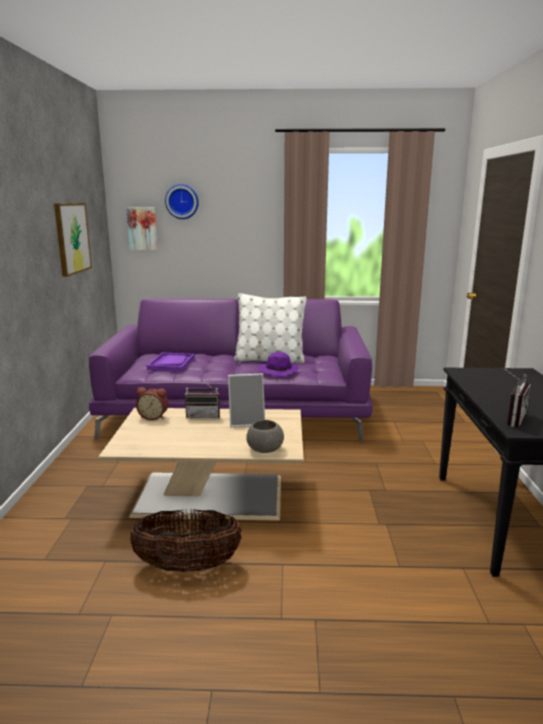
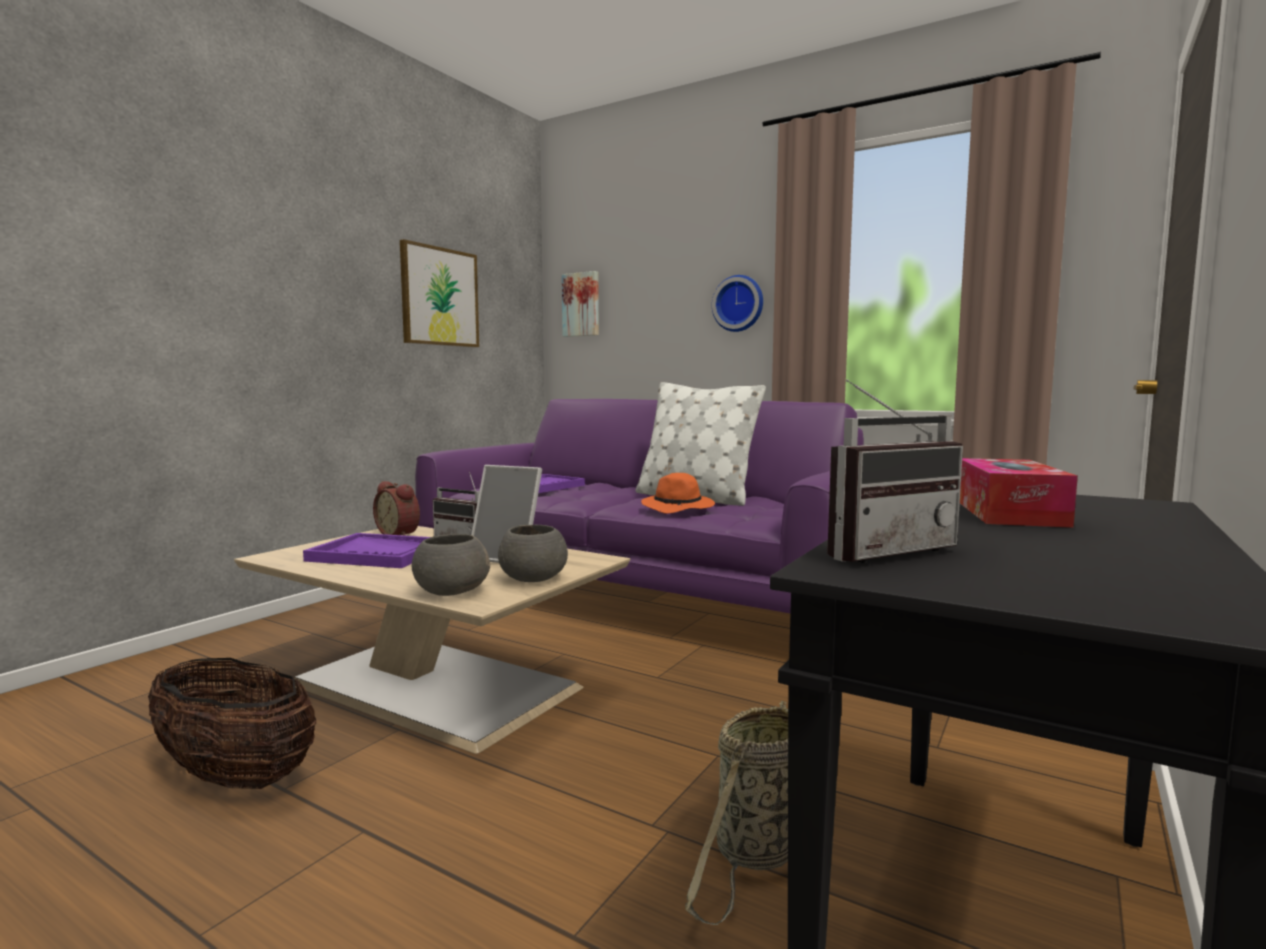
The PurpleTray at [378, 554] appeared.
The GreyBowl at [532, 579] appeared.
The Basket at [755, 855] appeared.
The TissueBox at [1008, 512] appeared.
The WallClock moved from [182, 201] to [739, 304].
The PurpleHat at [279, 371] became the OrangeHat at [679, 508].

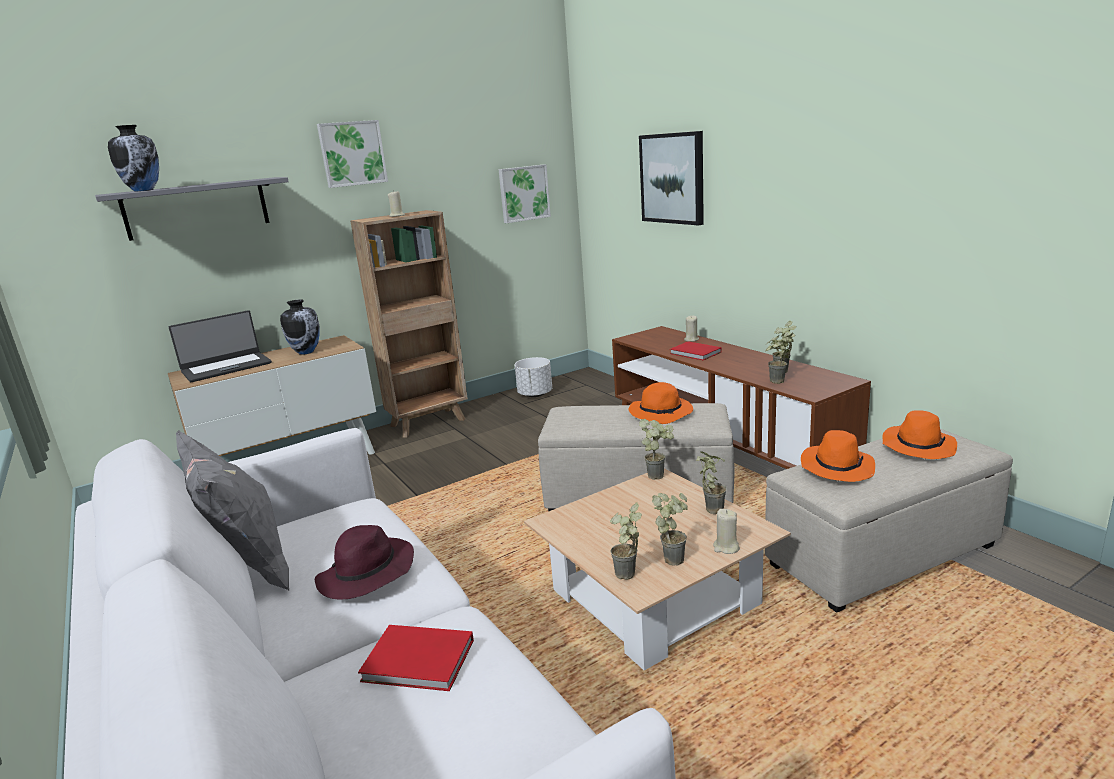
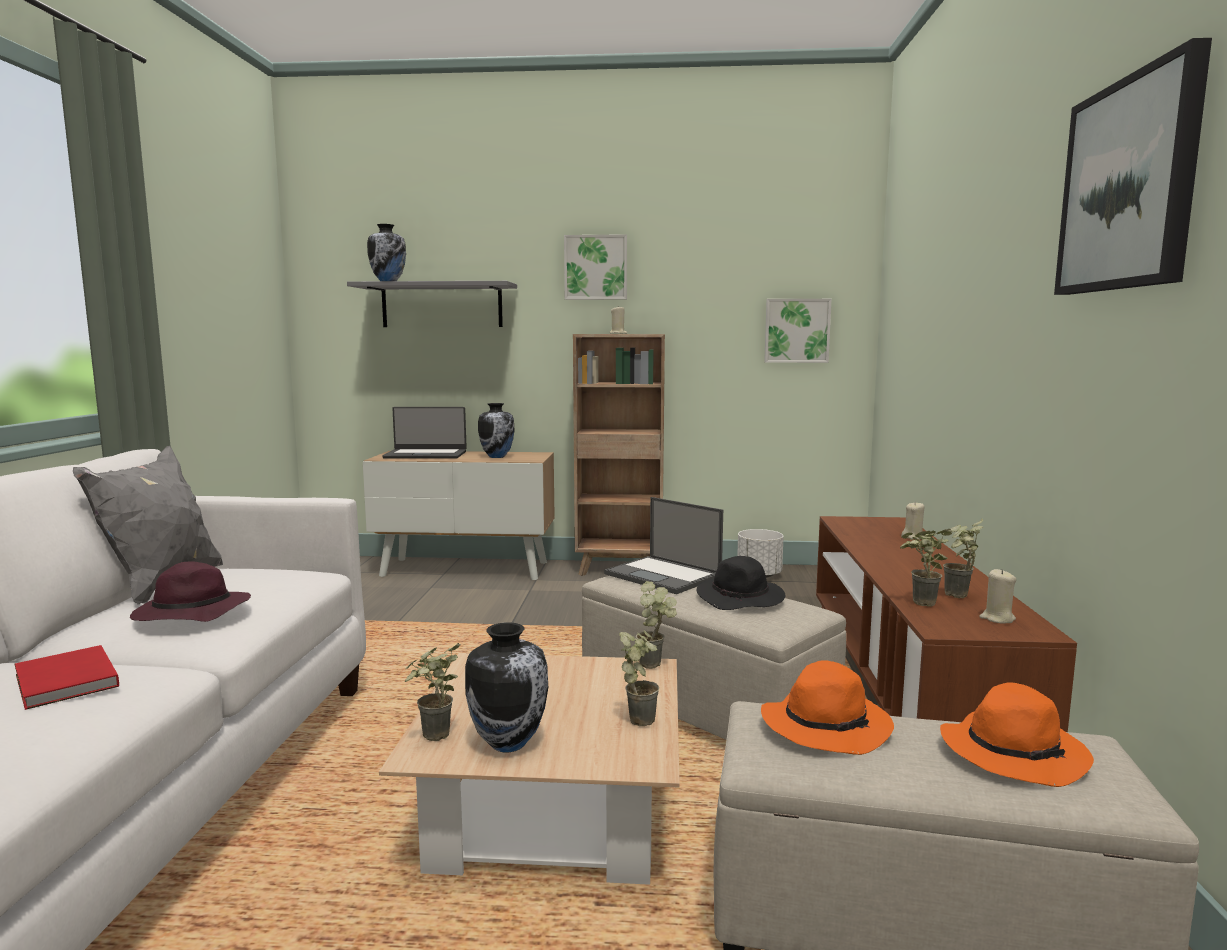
The RedBook at [696, 353] disappeared.
The Laptop at [664, 576] appeared.
The Picture moved from [672, 178] to [1129, 185].
The BeigeCandle moved from [726, 547] to [997, 618].
The PottedPlant at [674, 557] was replaced by the Vase at [509, 743].
The OrangeHat at [662, 413] became the BlackHat at [741, 599].

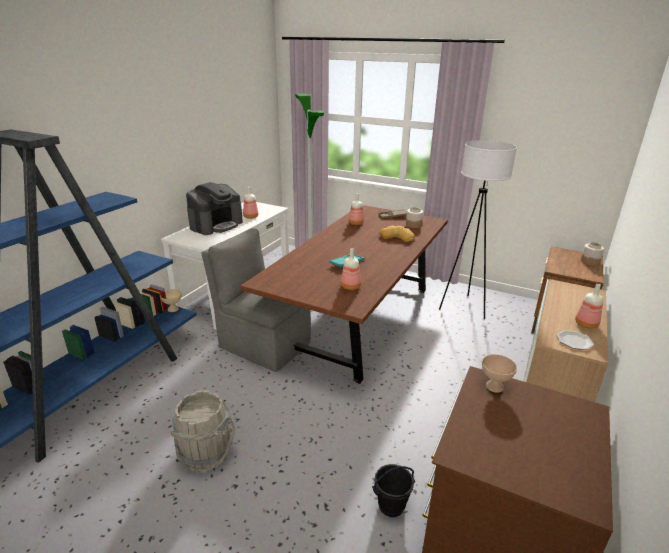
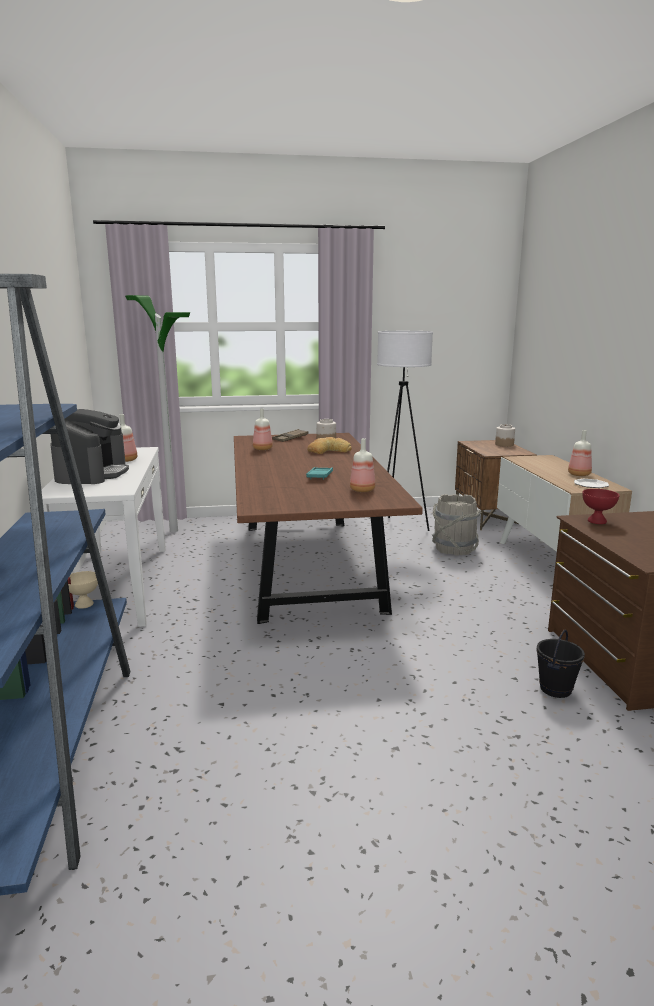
The GreyChair at [263, 344] disappeared.
The GreyBucket moved from [206, 454] to [454, 549].
The BeigeBowl at [494, 387] became the RedBowl at [597, 521].

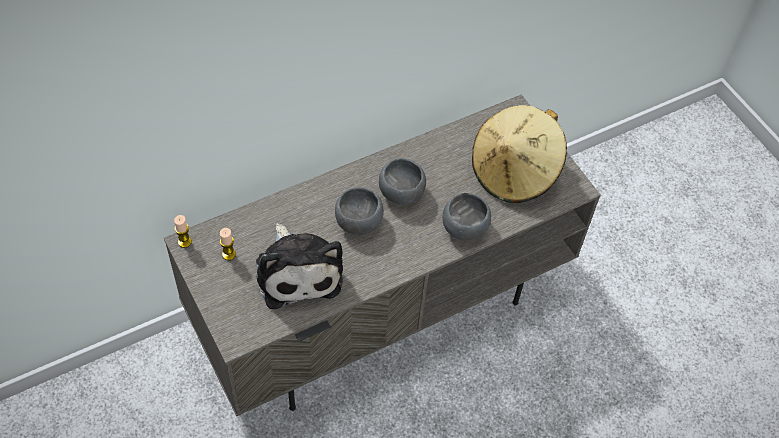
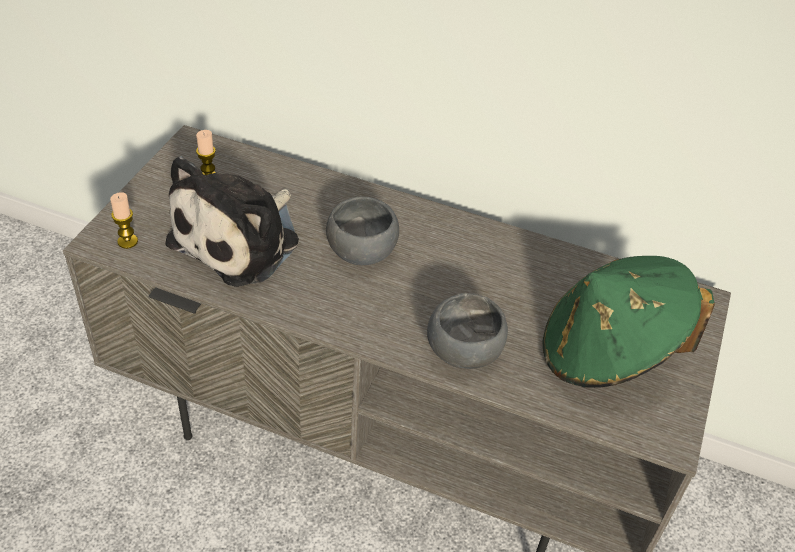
The GreyBowl at [400, 193] disappeared.
The Candle moved from [184, 242] to [127, 241].
The BeigeHat at [514, 172] became the GreenHat at [608, 353].

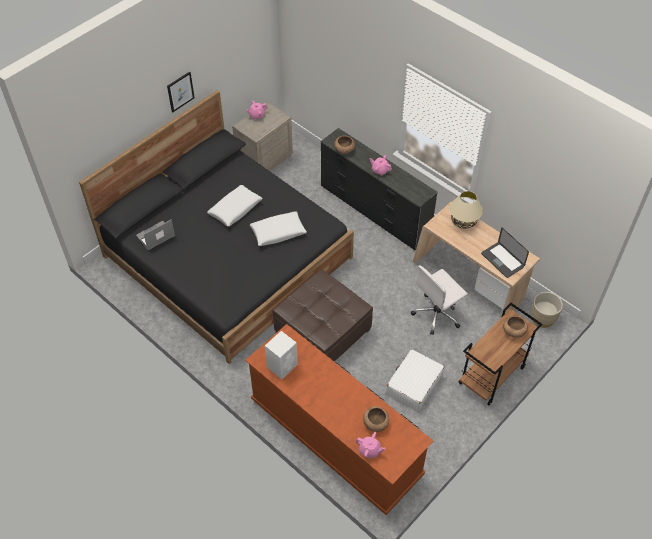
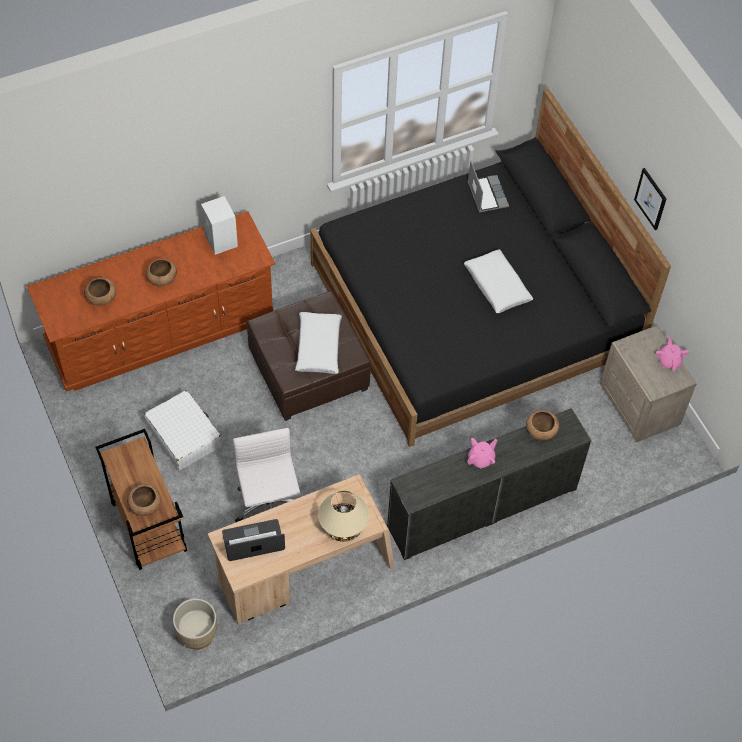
The PinkTeapot at [369, 450] disappeared.
The BrownBowl at [161, 278] appeared.
The WhitePillow moved from [278, 232] to [318, 347].

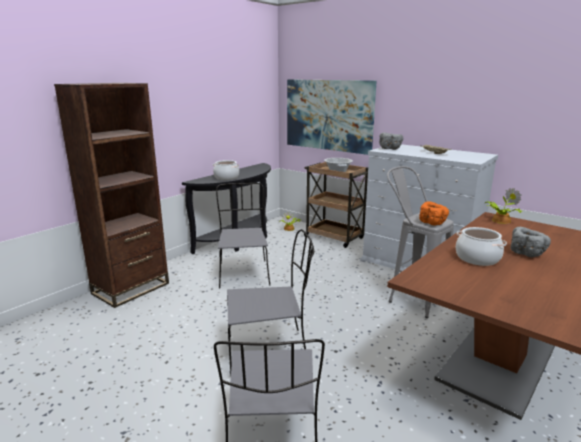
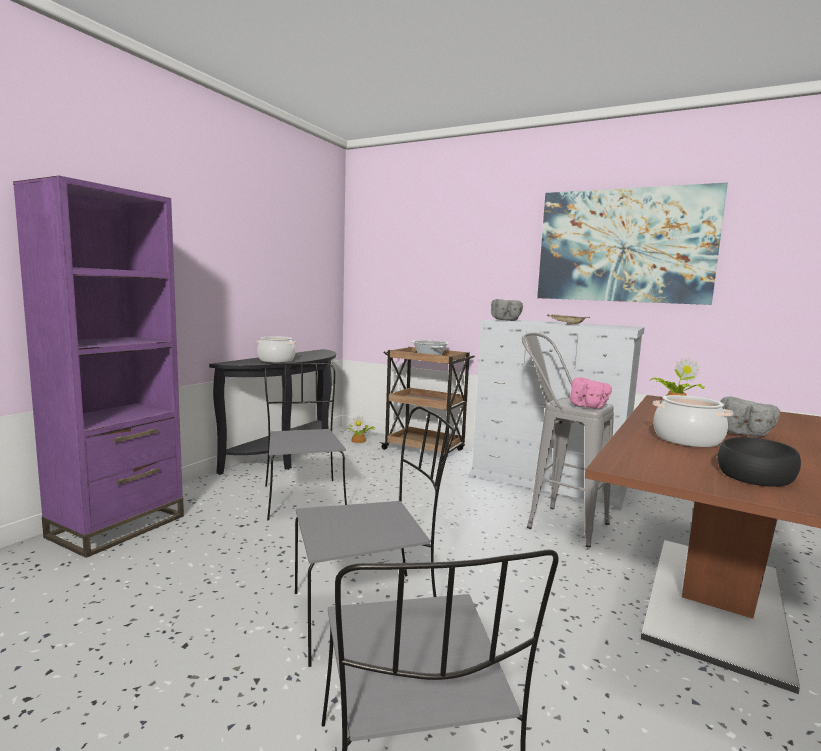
The BlackBowl at [754, 473] appeared.
The Picture moved from [328, 115] to [624, 246].
The BrownBookcase at [131, 288] became the PurpleBookcase at [117, 526].
The OrangeBowl at [432, 223] became the PinkBowl at [588, 406].

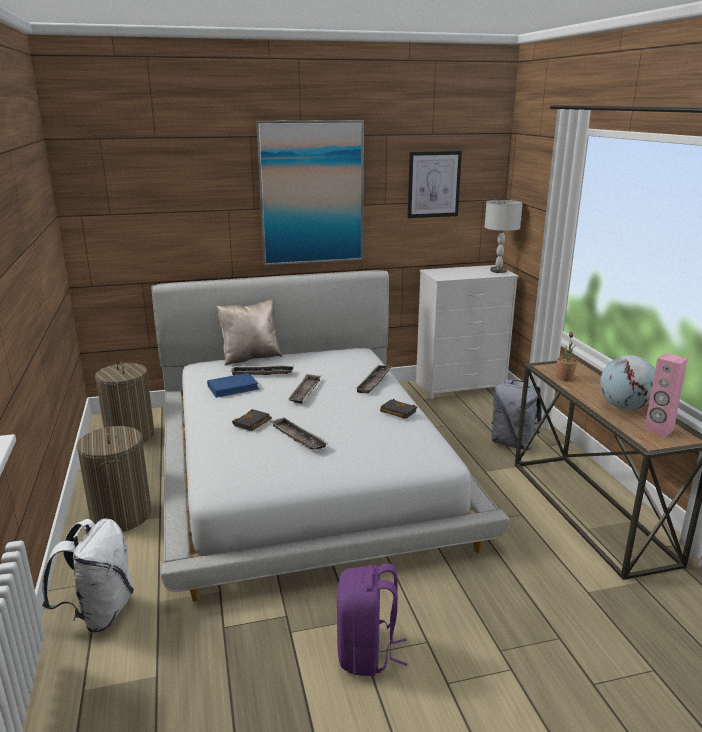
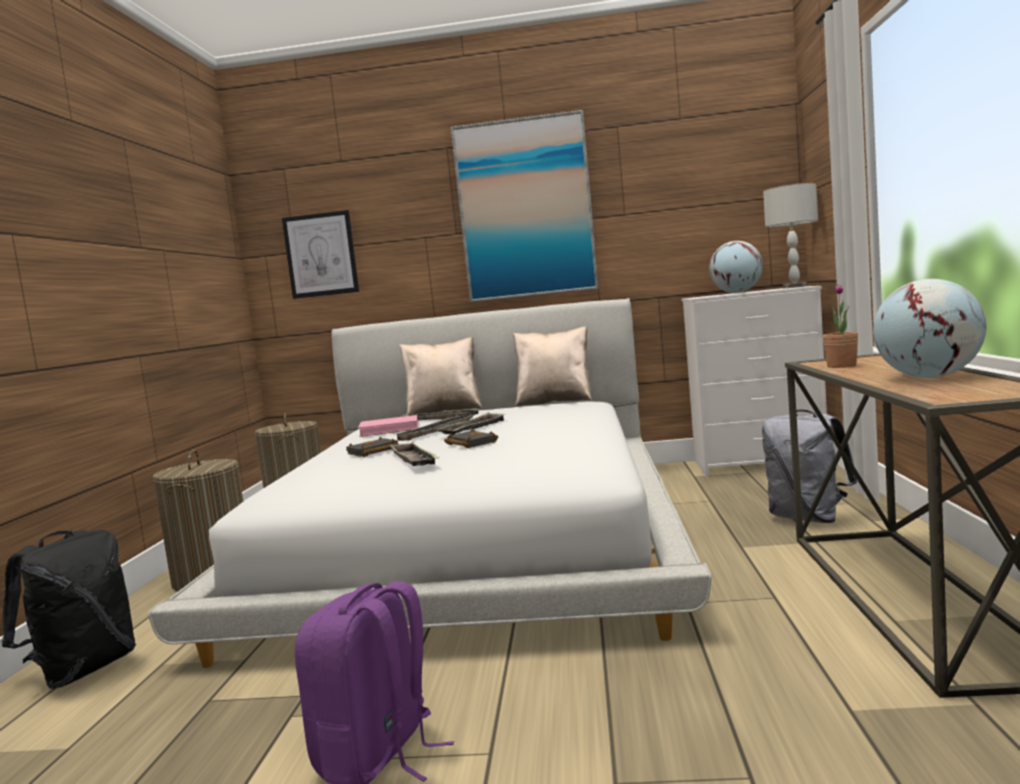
The PinkSpeaker at [658, 430] disappeared.
The BeigePillow at [555, 402] appeared.
The Globe at [737, 293] appeared.
The Tray moved from [374, 382] to [436, 432].
The BlackBook moved from [397, 412] to [469, 444].
The Picture moved from [433, 184] to [321, 254].
The WhiteBackpack at [99, 613] became the BlackBackpack at [84, 670].
The BlueBook at [233, 388] became the PinkBook at [390, 430].

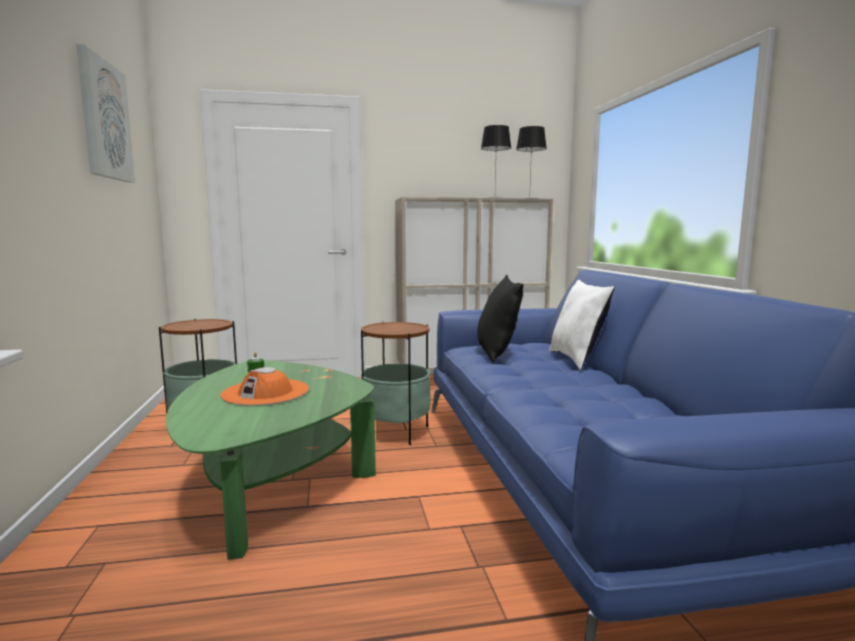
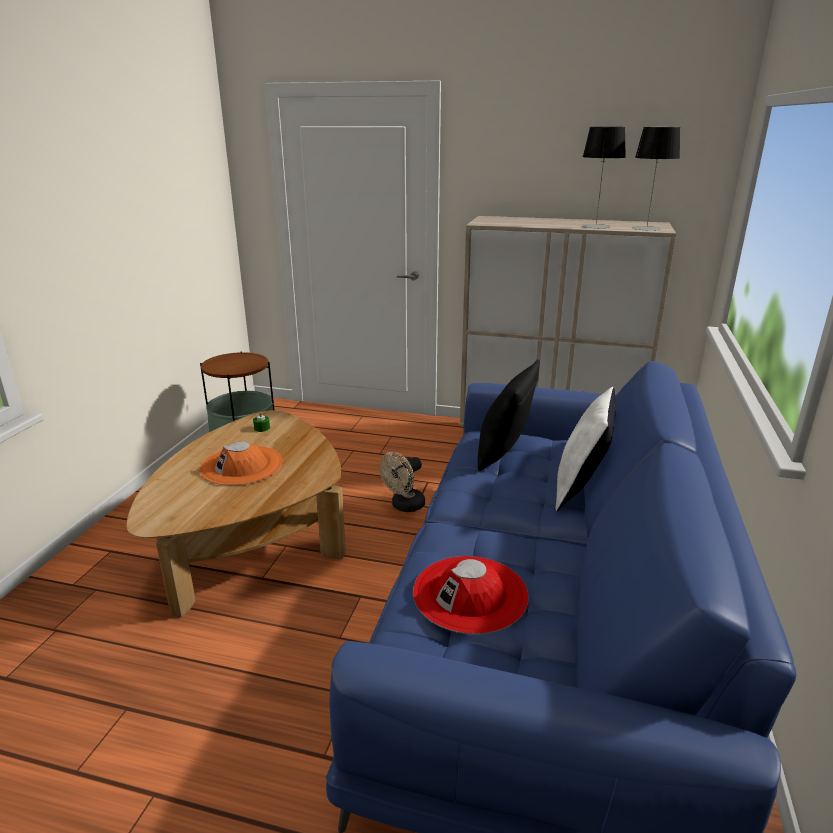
The Picture at [105, 120] disappeared.
The RedHat at [470, 593] appeared.
The SideTable at [396, 432] was replaced by the BeigeFan at [404, 506].
The GreenCoffeeTable at [272, 482] became the BrownCoffeeTable at [254, 541].

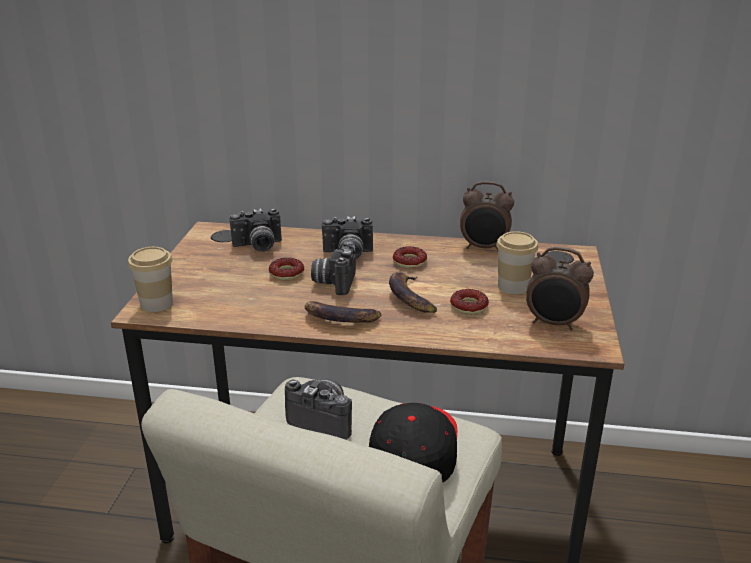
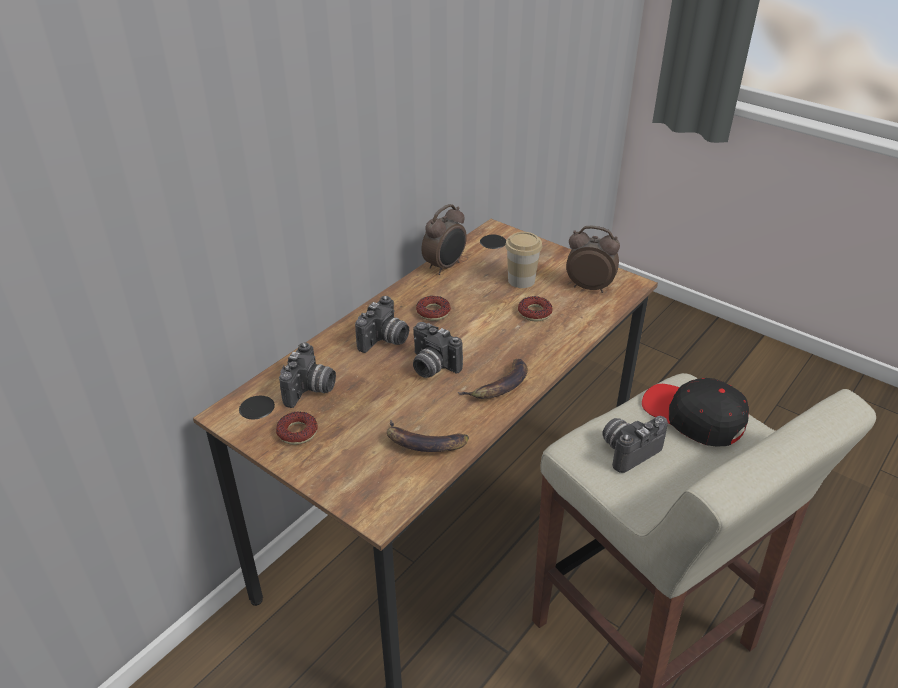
The Cup at [156, 304] disappeared.
The Donut moved from [286, 273] to [297, 432].
The Banana moved from [410, 297] to [424, 443].
The AlarmClock at [554, 324] turned 120 degrees counterclockwise.

